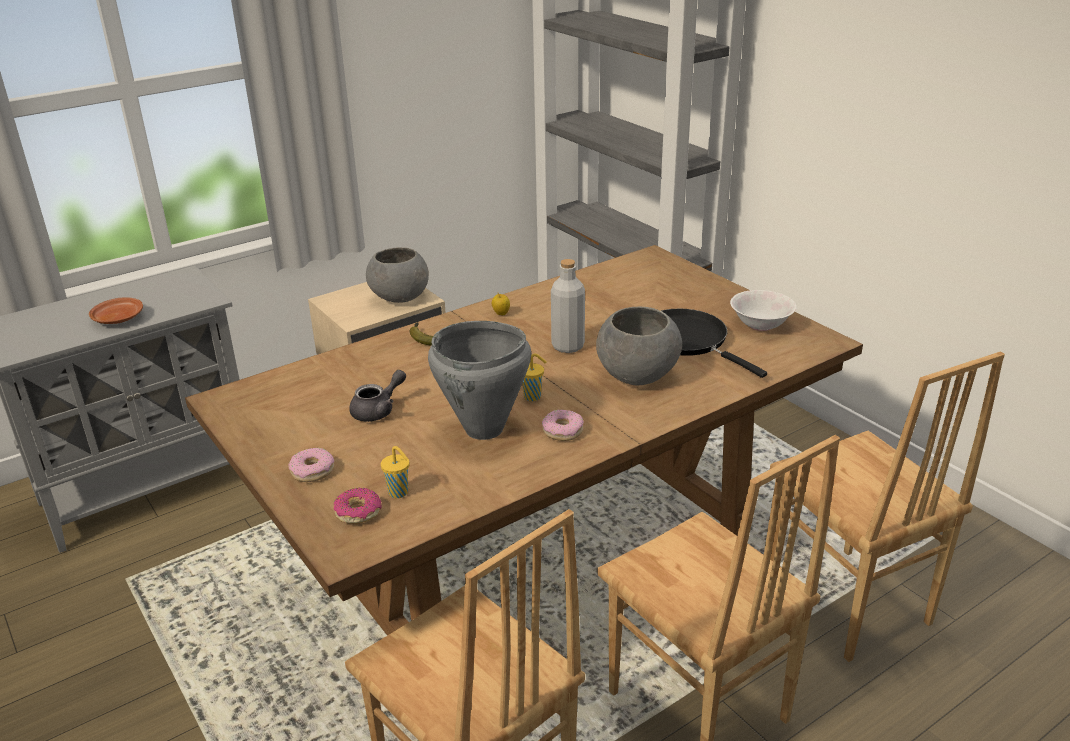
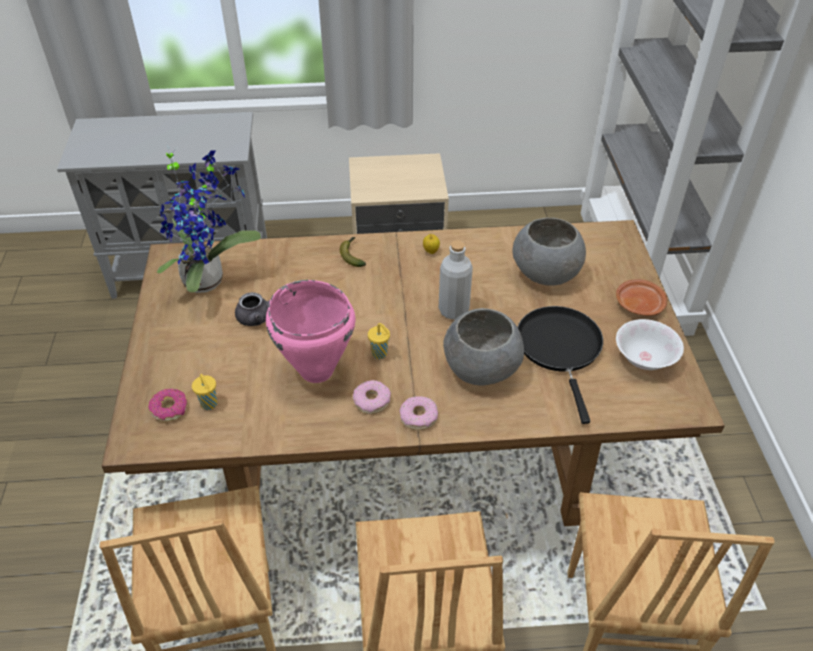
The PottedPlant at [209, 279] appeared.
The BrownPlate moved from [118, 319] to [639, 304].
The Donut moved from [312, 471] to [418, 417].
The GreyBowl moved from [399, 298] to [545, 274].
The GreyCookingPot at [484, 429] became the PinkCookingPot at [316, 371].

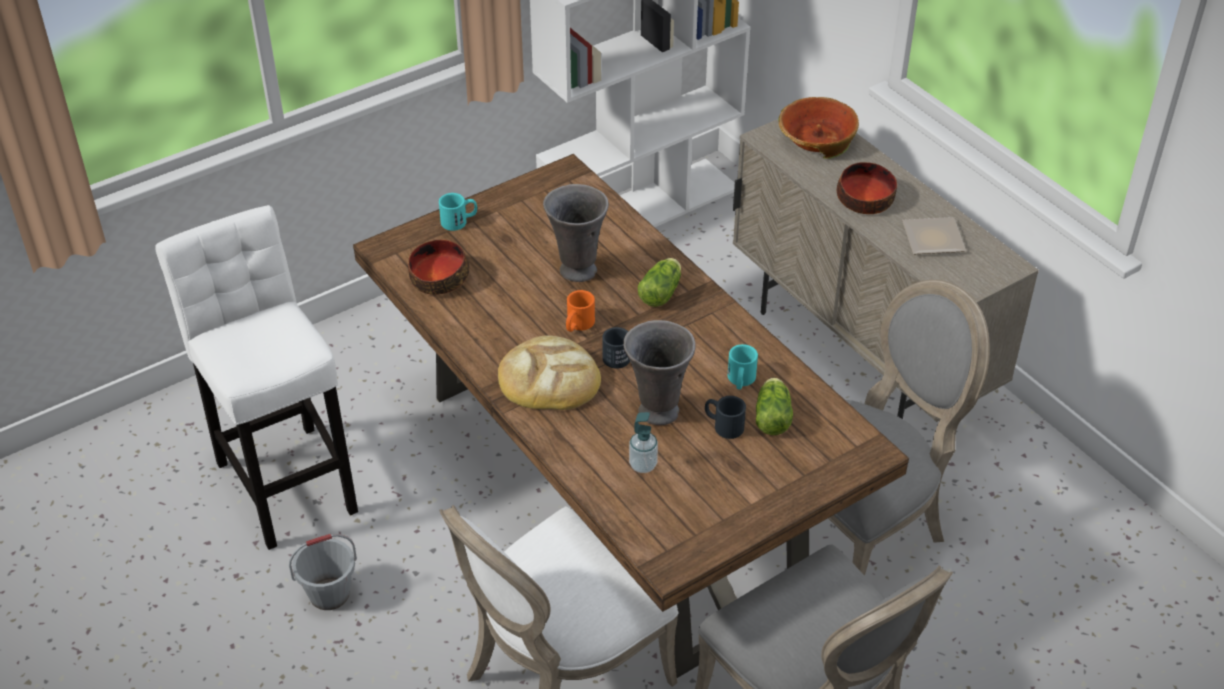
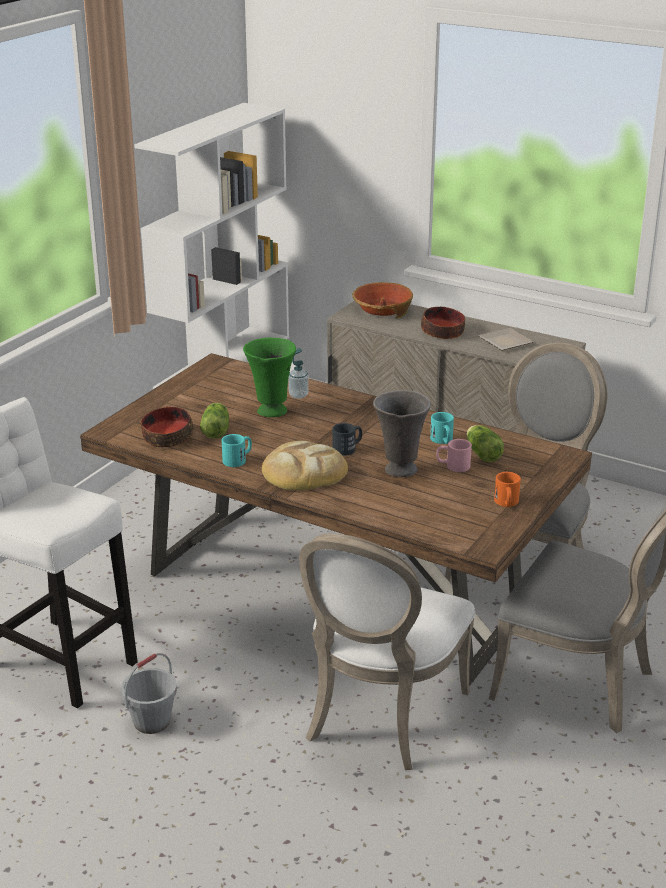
The TurquoiseMug moved from [459, 221] to [238, 459].
The OrangeMug moved from [577, 325] to [506, 503].
The SoapDispenser moved from [643, 465] to [298, 395].
The Lettuce moved from [662, 291] to [216, 430].
The GreyVase at [576, 270] became the GreenVase at [271, 411].
The BlackMug at [723, 425] became the PinkMug at [453, 466].

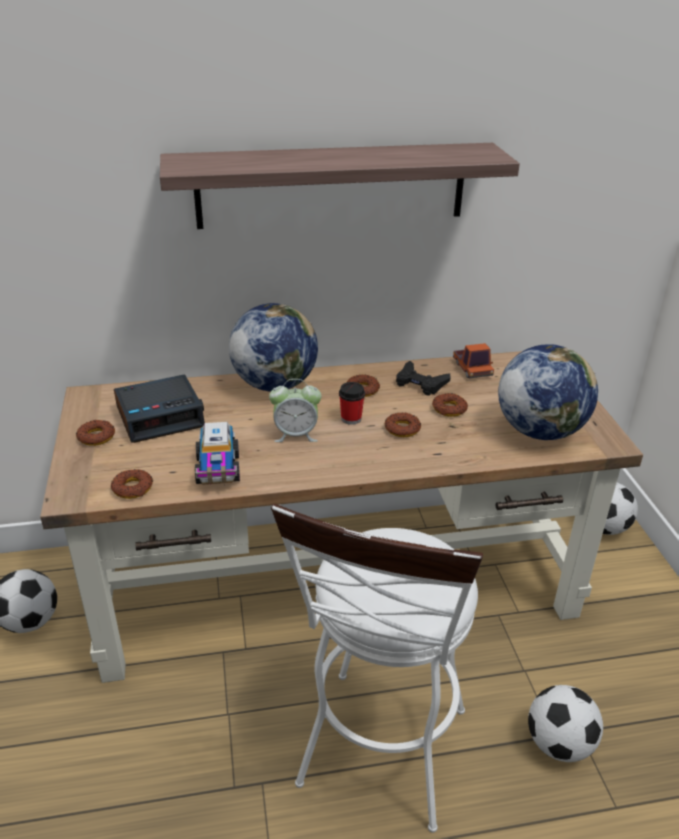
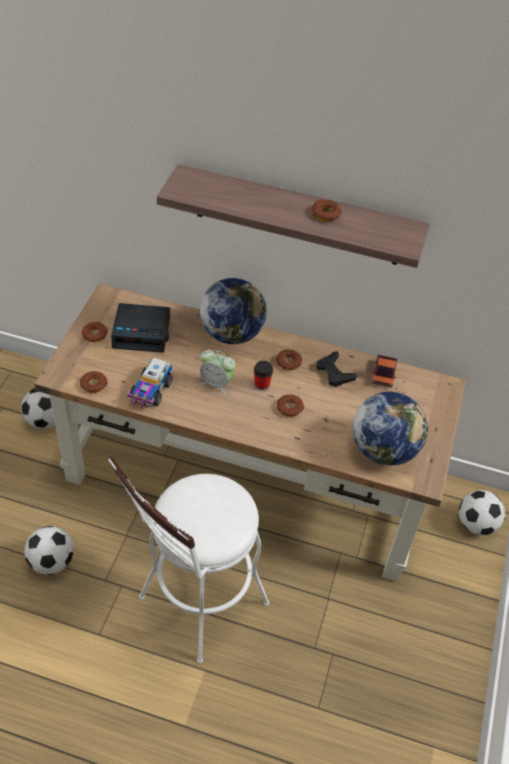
The Donut moved from [449, 409] to [325, 214].
The Football moved from [558, 743] to [52, 562].

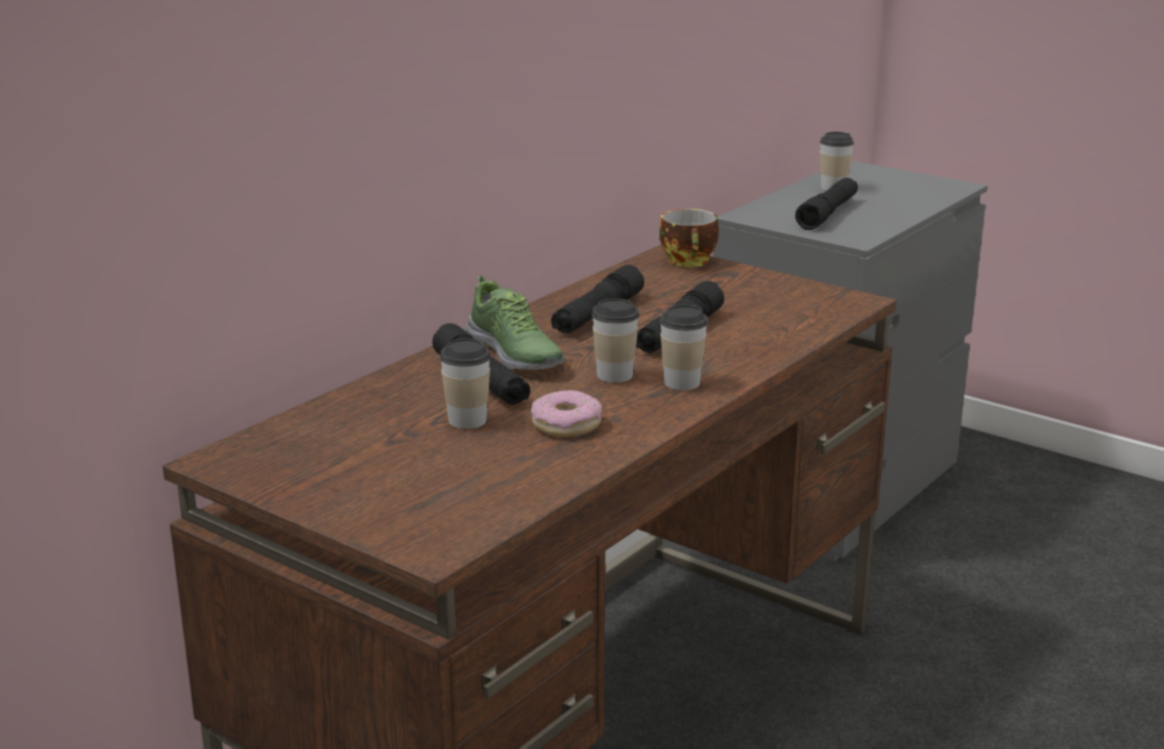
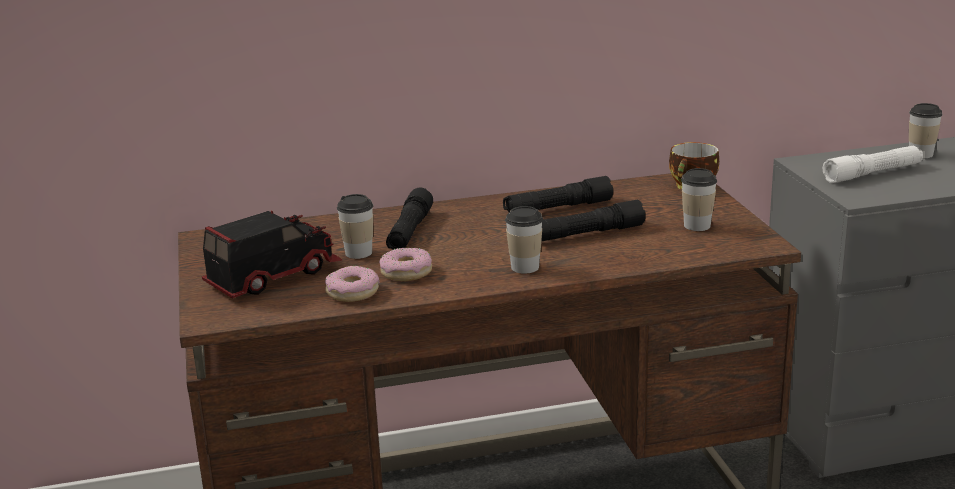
The Shoe at [515, 354] disappeared.
The ToyTruck at [272, 276] appeared.
The Donut at [352, 292] appeared.
The Cup moved from [614, 375] to [697, 225].
The BlackFlashlight at [827, 214] became the WhiteFlashlight at [872, 174].

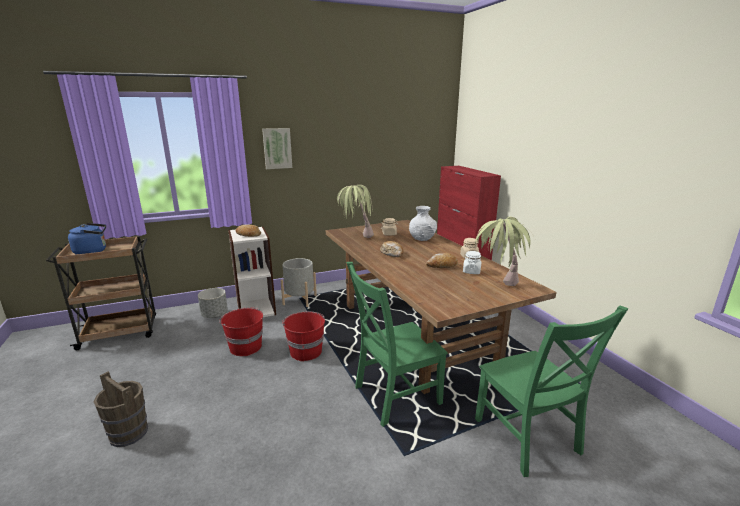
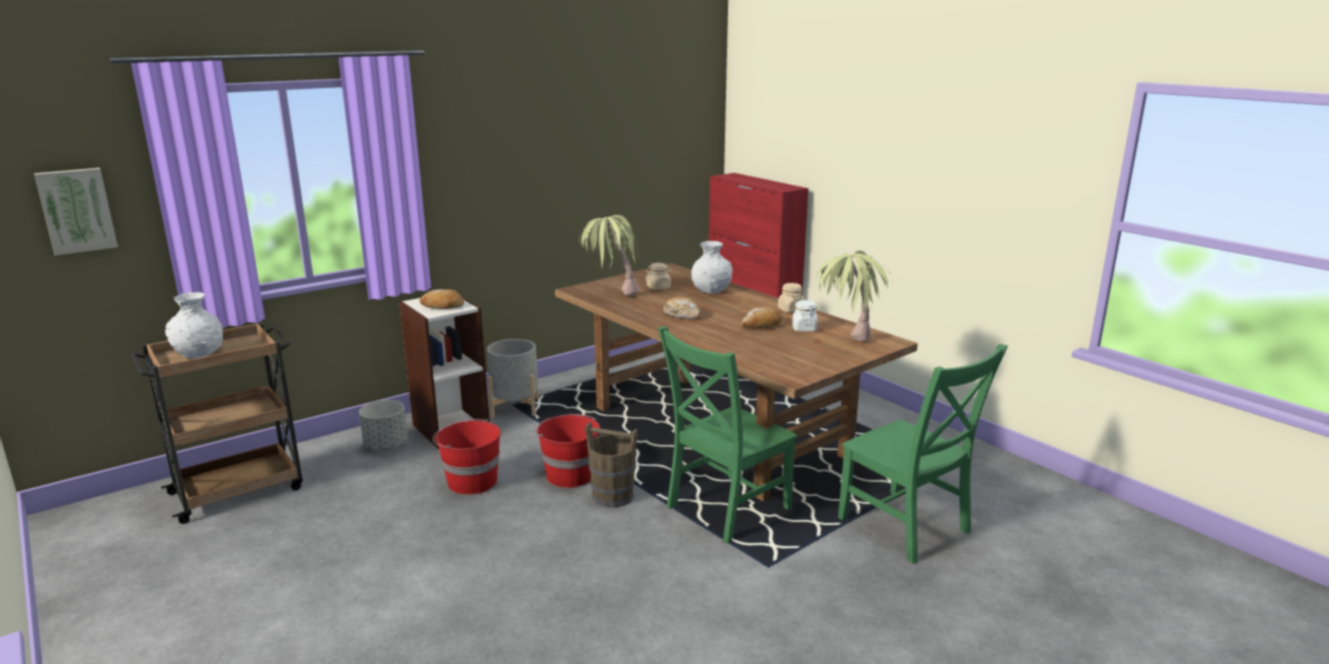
The BrownBucket moved from [128, 433] to [612, 496].
The Picture moved from [277, 148] to [76, 210].
The BlueKettle at [93, 251] was replaced by the WhiteVase at [200, 354].

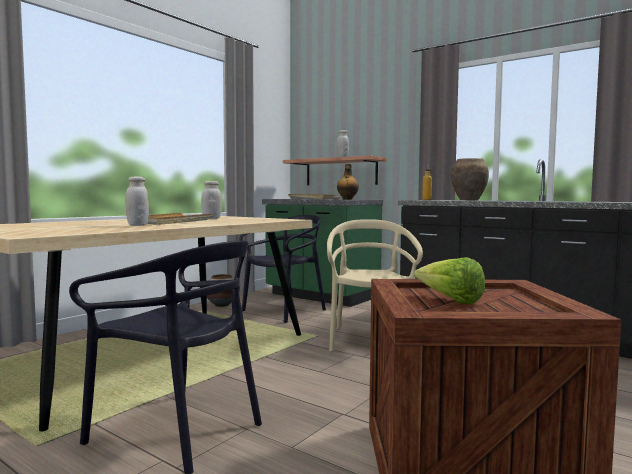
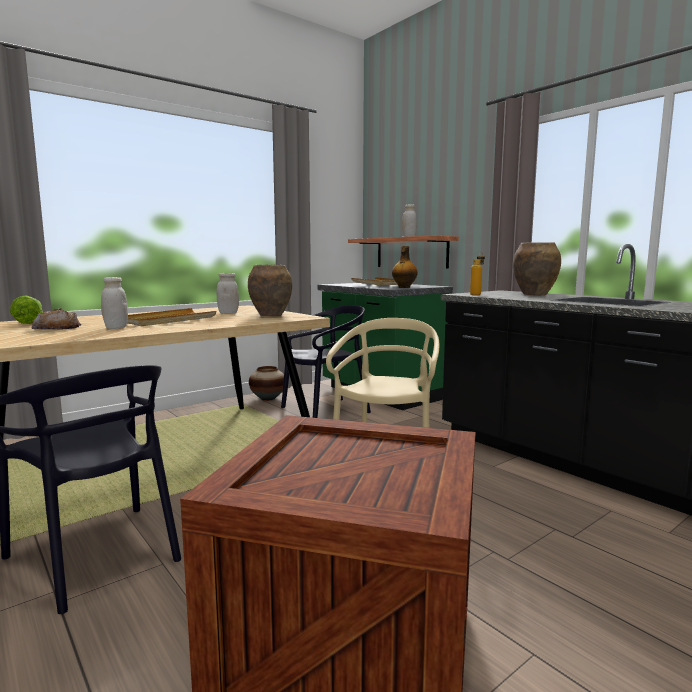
The Bread at [57, 328] appeared.
The BrownVase at [271, 315] appeared.
The Lettuce moved from [451, 301] to [29, 322].

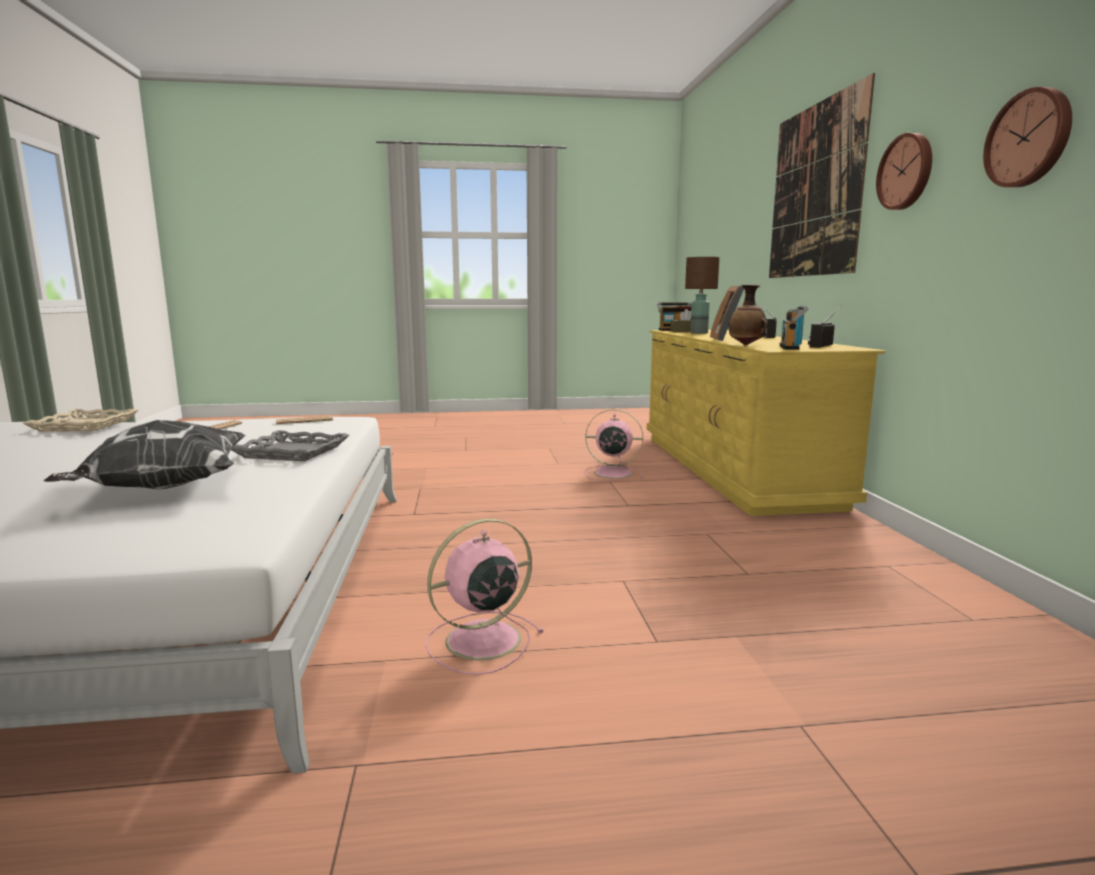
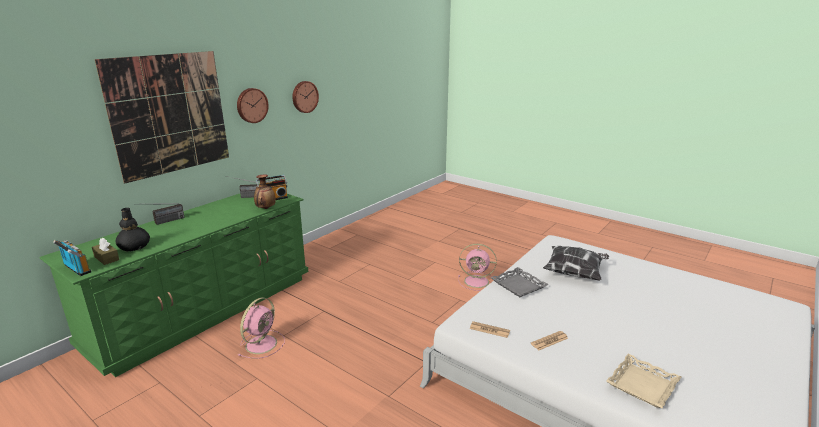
The PictureFrame at [729, 339] disappeared.
The BrownTableLamp at [698, 333] was replaced by the BlackVase at [134, 247].
The YellowDresser at [731, 468] became the GreenDresser at [205, 310].
The PinkFan at [611, 473] turned 120 degrees counterclockwise.

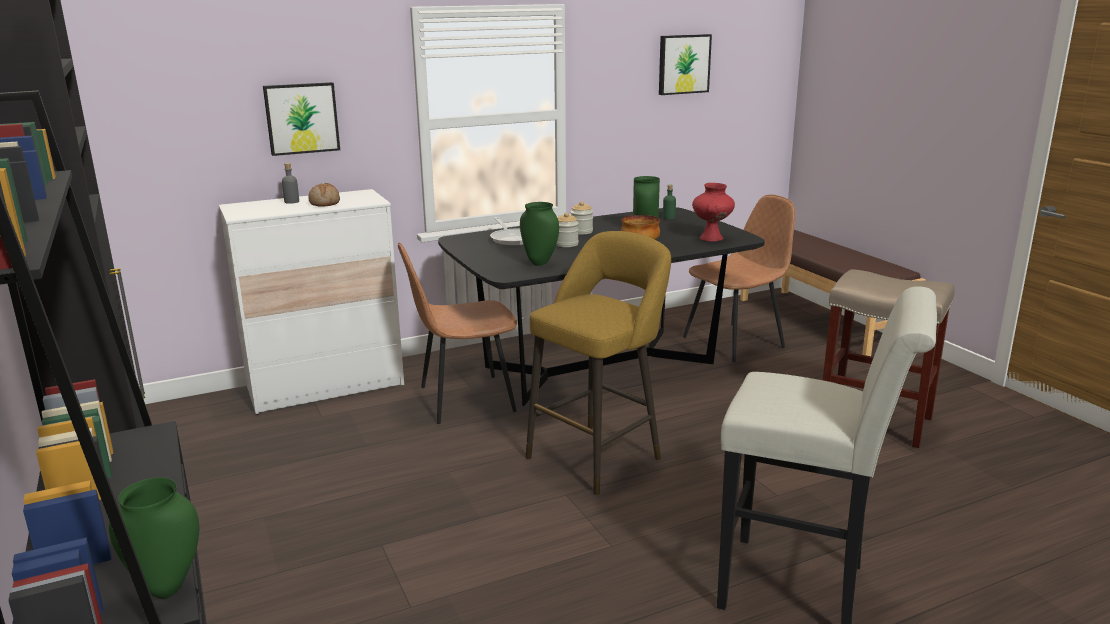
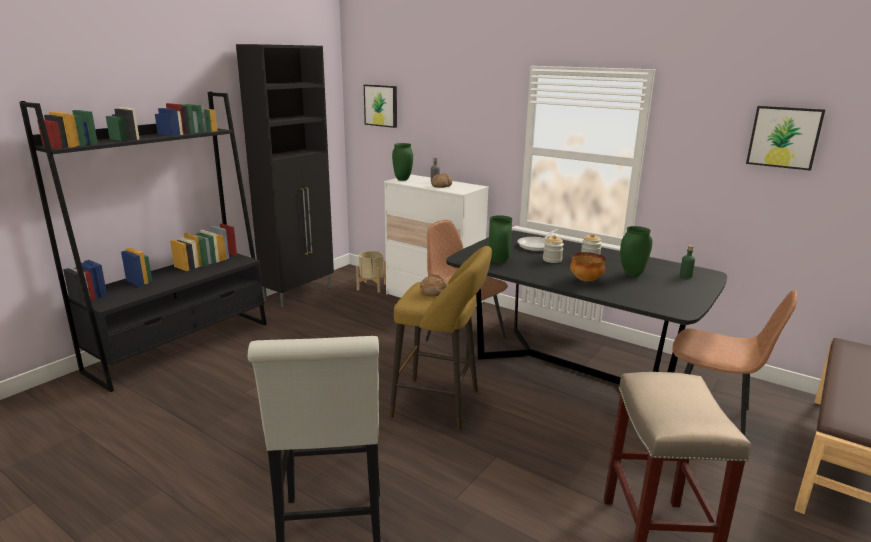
The RedVase at [712, 238] disappeared.
The BeigePlanter at [371, 287] appeared.
The Bread at [433, 291] appeared.
The GreenVase moved from [166, 589] to [402, 180].
The Picture moved from [301, 118] to [381, 105].

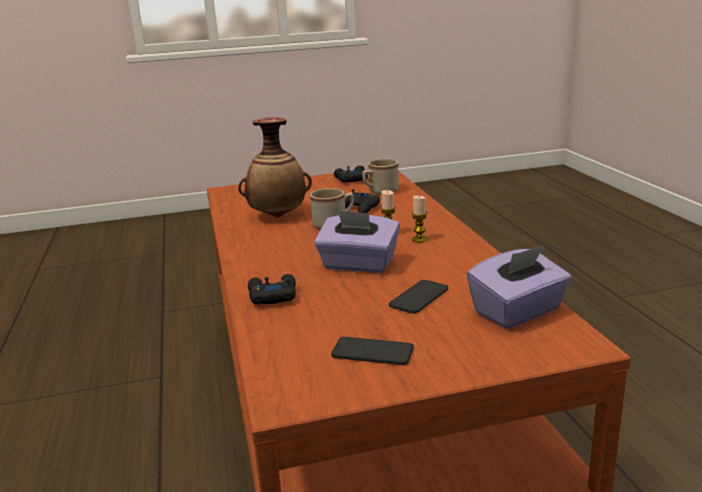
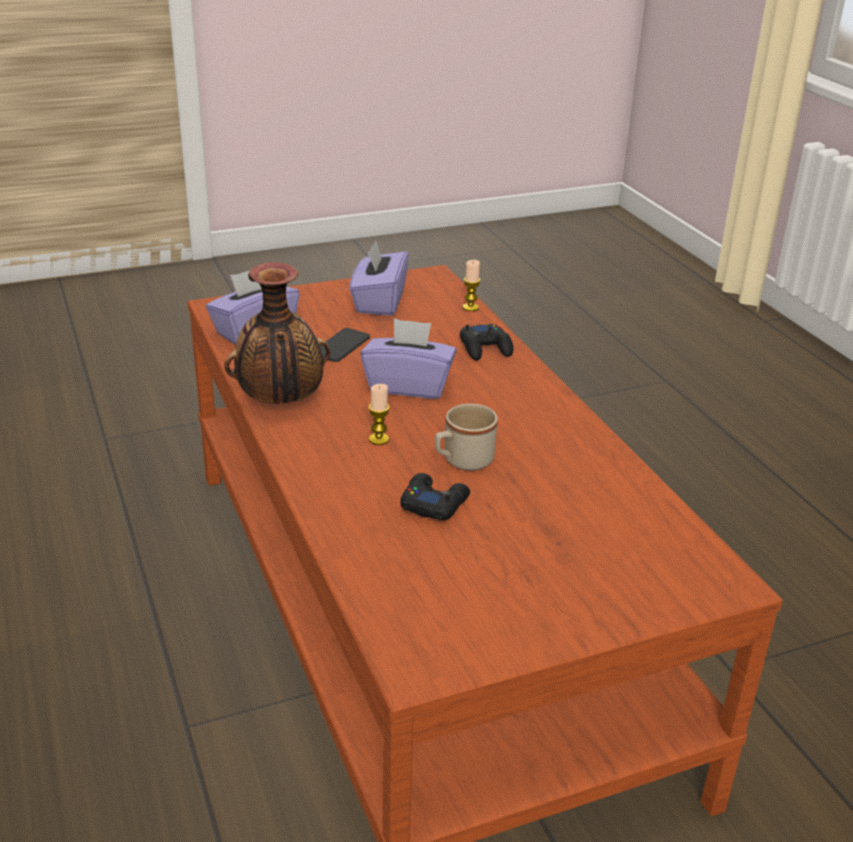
The BlackGameController at [350, 179] disappeared.
The BeigeMug at [380, 192] disappeared.
The Vase moved from [278, 216] to [280, 402].
The Candle moved from [419, 239] to [470, 307].
The Phone at [372, 352] was replaced by the PurpleTissueBox at [379, 302].

